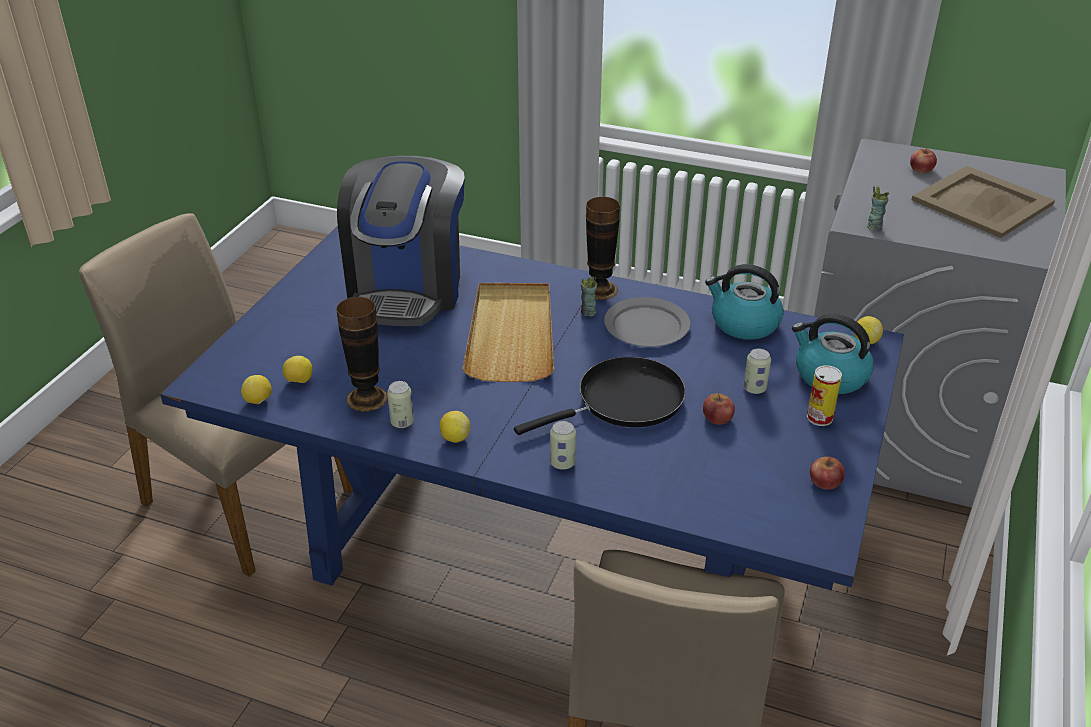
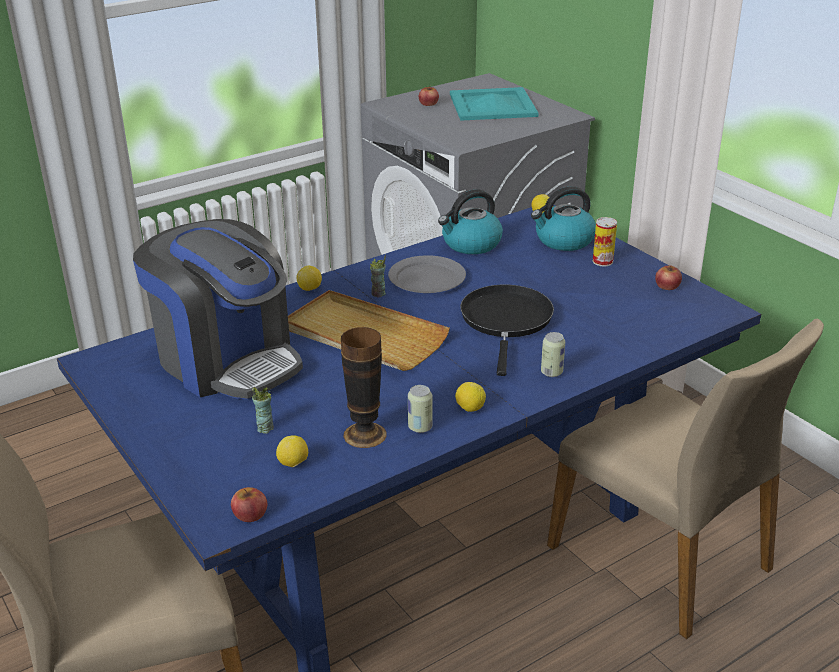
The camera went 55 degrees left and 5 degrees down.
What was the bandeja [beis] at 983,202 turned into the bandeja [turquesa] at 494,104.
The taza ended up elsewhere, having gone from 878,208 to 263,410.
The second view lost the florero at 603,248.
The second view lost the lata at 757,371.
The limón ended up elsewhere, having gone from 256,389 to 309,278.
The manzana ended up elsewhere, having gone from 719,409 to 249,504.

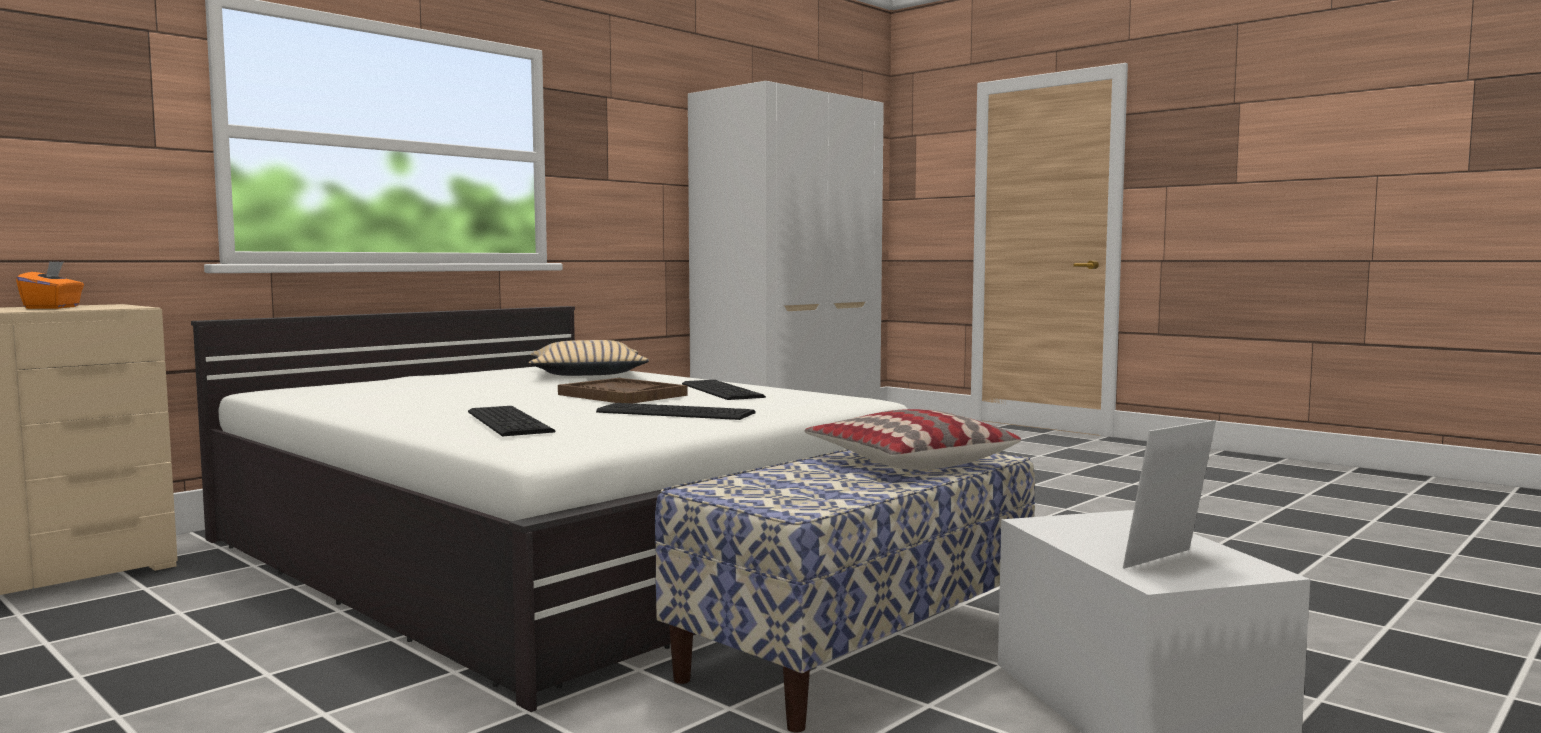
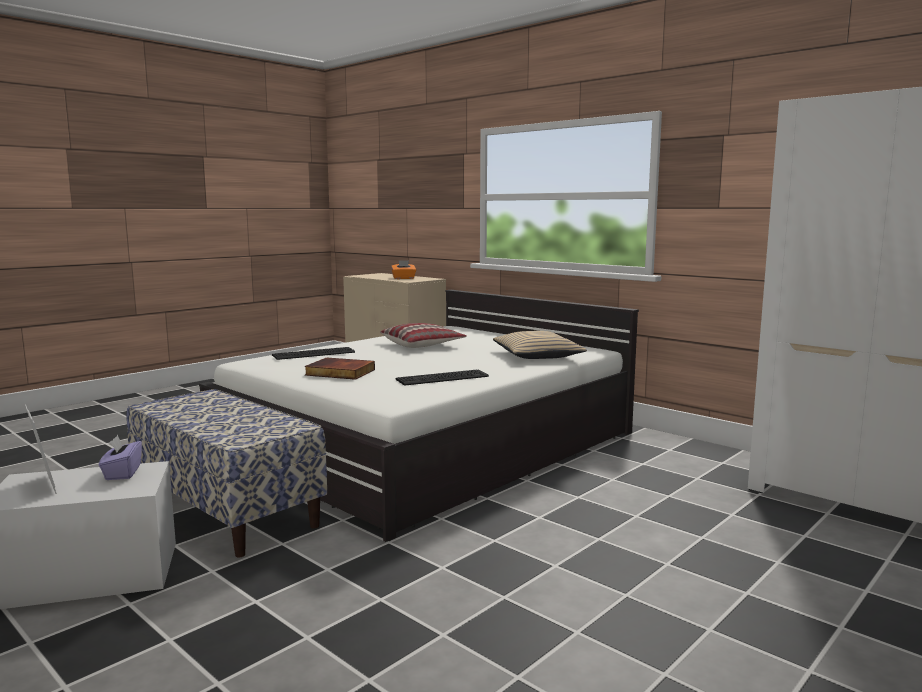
The camera went 90 degrees right and 5 degrees up.
The second view lost the bandeja [marrón] at 623,390.
Where the teclado stood at 675,411, the libro came to stand at 340,368.
The cojín ended up elsewhere, having gone from 912,439 to 423,335.
The second view gained the caja de pañuelos [morado] at 120,457.

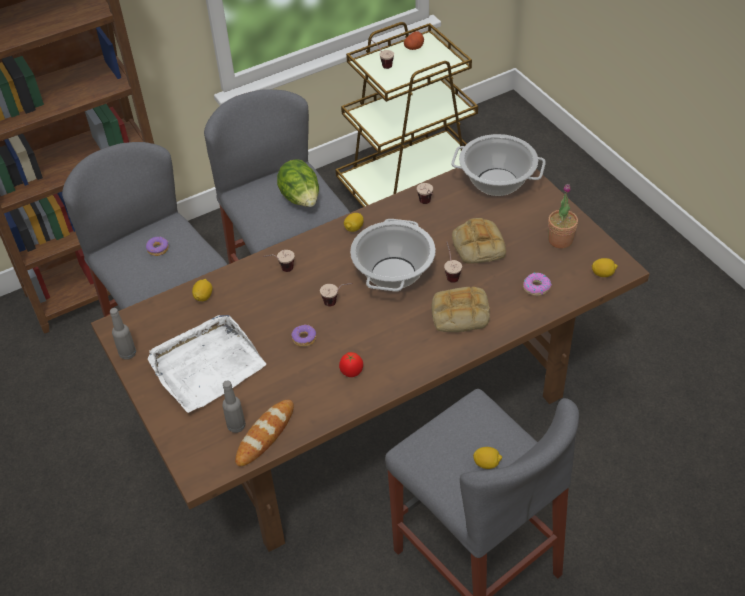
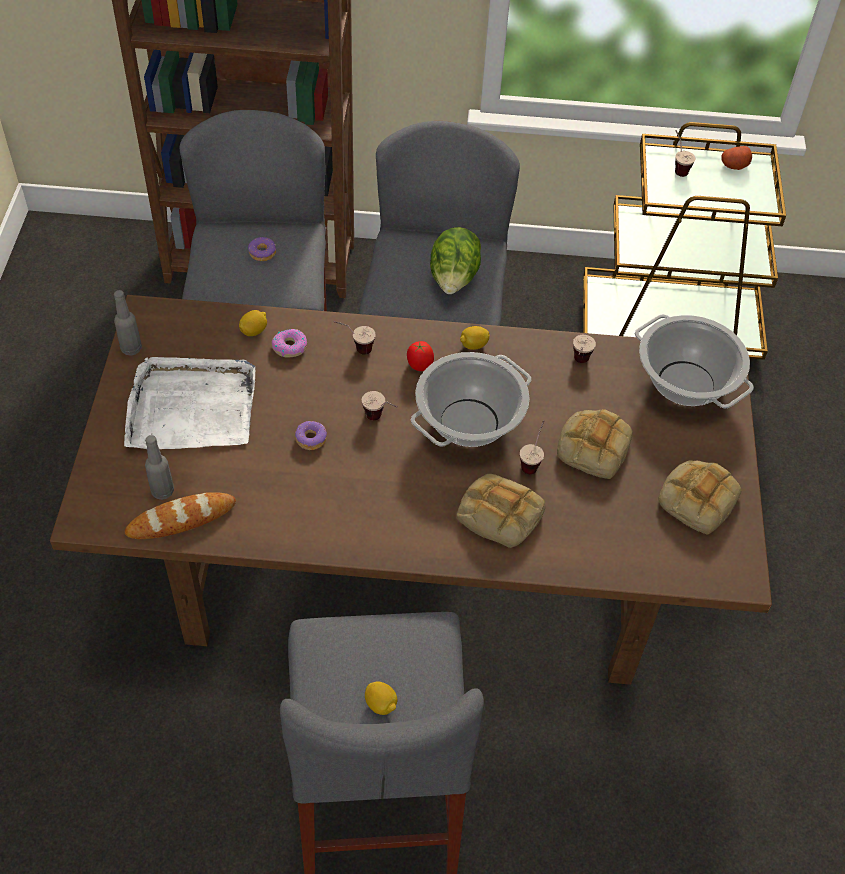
The camera went 30 degrees right and 5 degrees up.
Where the planta en maceta stood at 563,216, the pan came to stand at 700,498.
The second view lost the limón at 605,267.
The rosquilla ended up elsewhere, having gone from 537,284 to 289,343.
The tomate ended up elsewhere, having gone from 351,364 to 420,356.

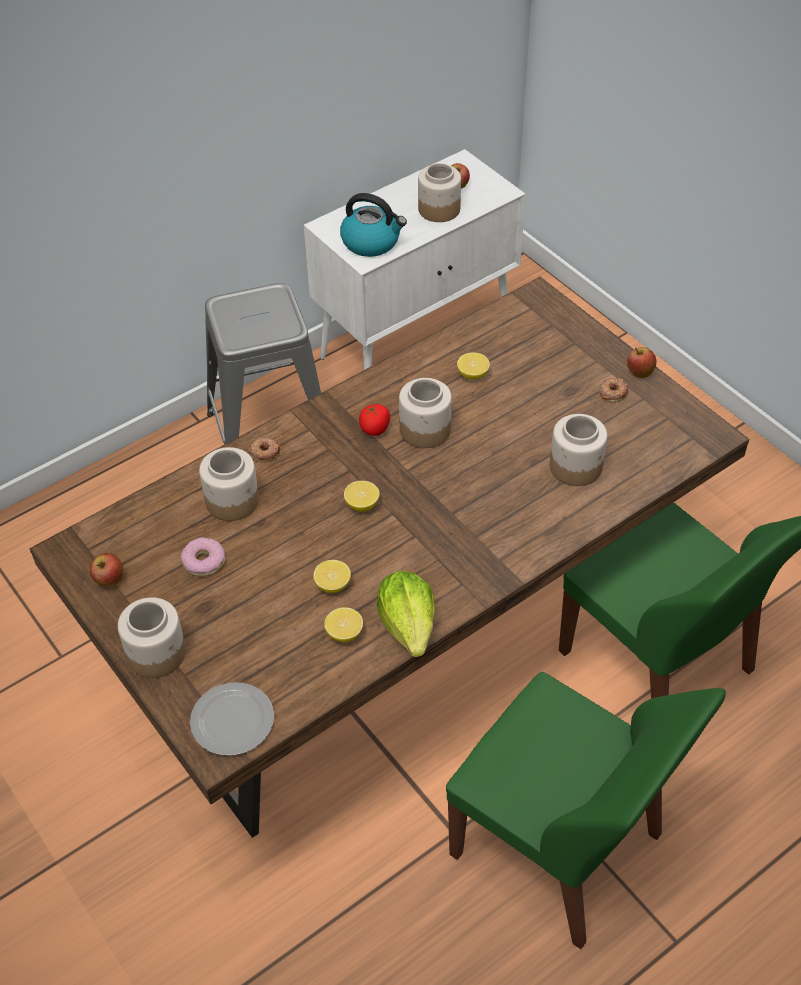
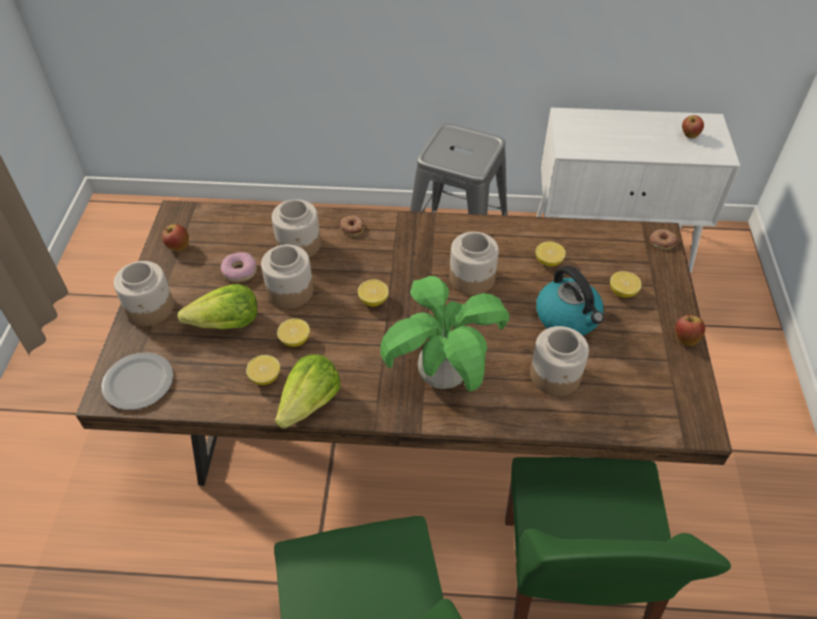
The camera went 40 degrees right and 0 degrees up.
The tarro ended up elsewhere, having gone from 439,192 to 287,277.
The hervidor ended up elsewhere, having gone from 373,225 to 570,300.
The rosquilla ended up elsewhere, having gone from 613,390 to 663,239.
The second view lost the tomate at 374,419.
The second view gained the limón at 626,284.
The second view gained the planta en maceta at 444,333.
The second view gained the lechuga at 217,306.

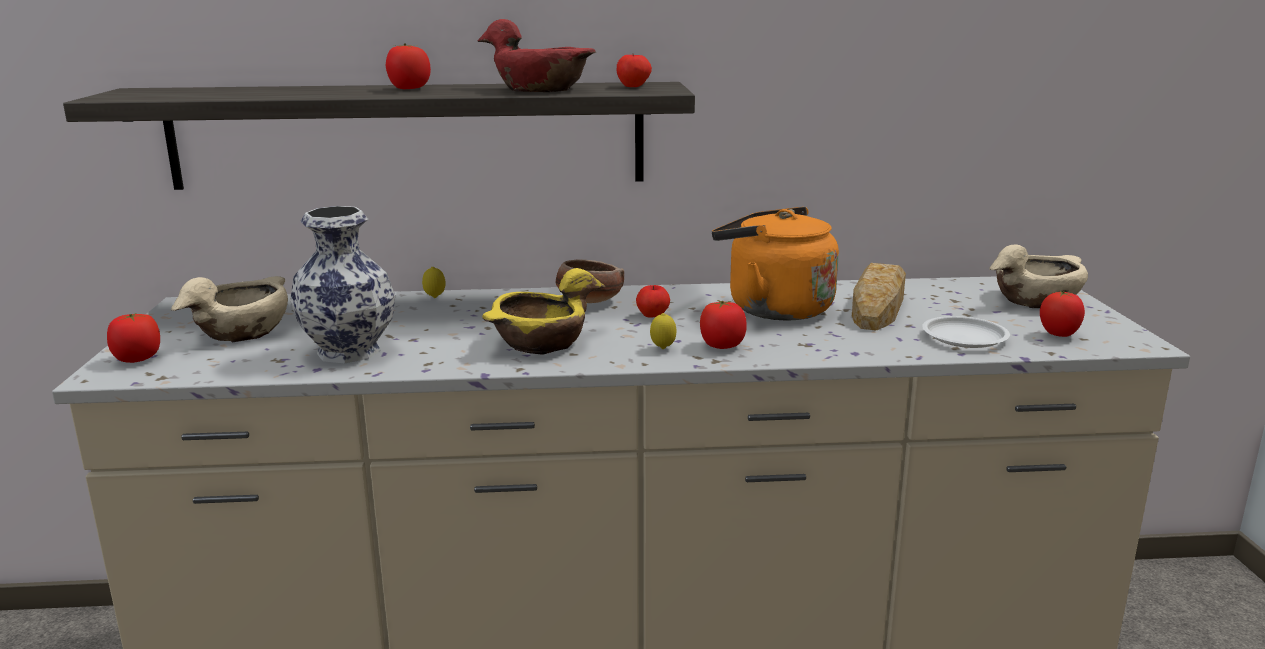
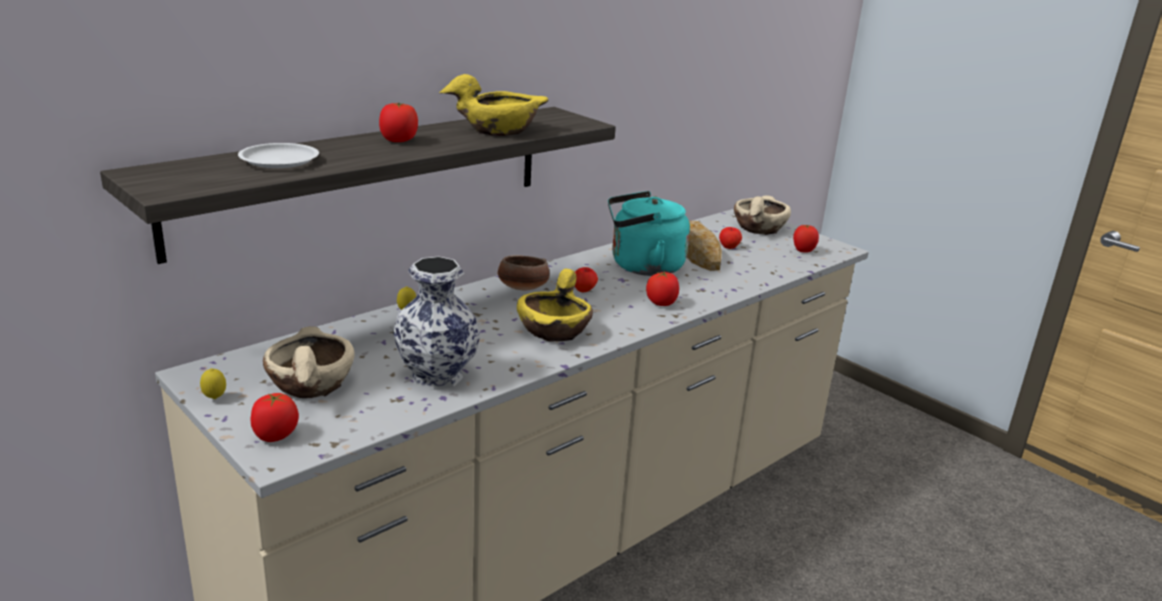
The camera went 40 degrees left and 5 degrees up.
What was the cuenco [rojo] at 536,55 turned into the cuenco [amarillo] at 493,105.
The manzana ended up elsewhere, having gone from 634,71 to 730,238.
What was the hervidor [naranja] at 775,264 turned into the hervidor [turquesa] at 649,233.
The limón ended up elsewhere, having gone from 663,331 to 213,383.
The plato [blanco] ended up elsewhere, having gone from 966,332 to 278,155.

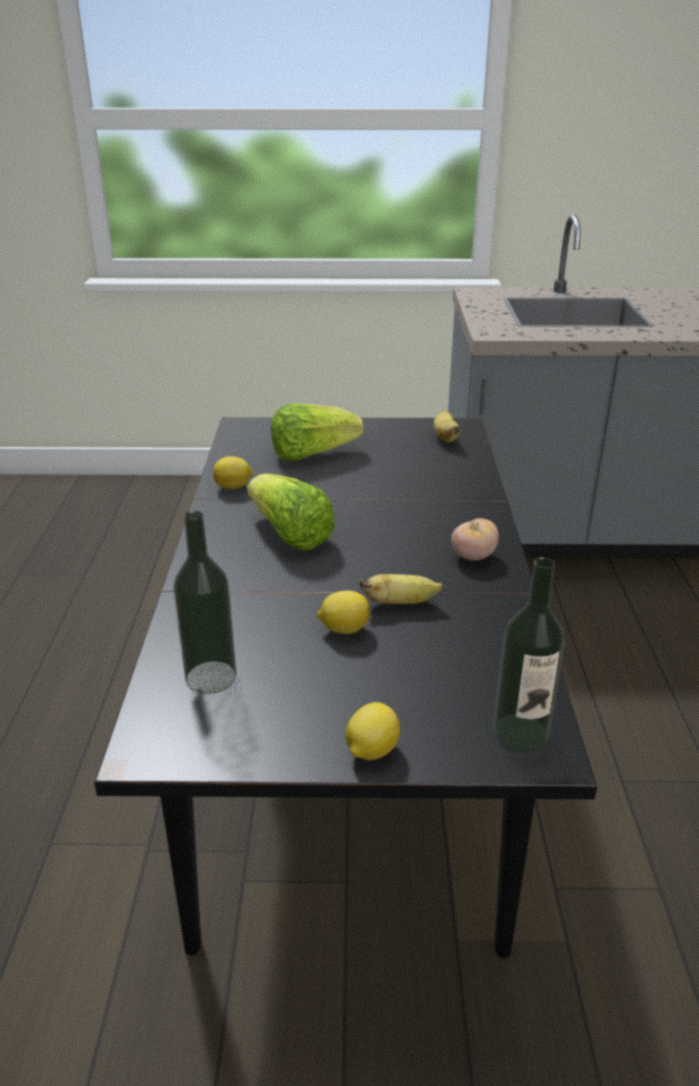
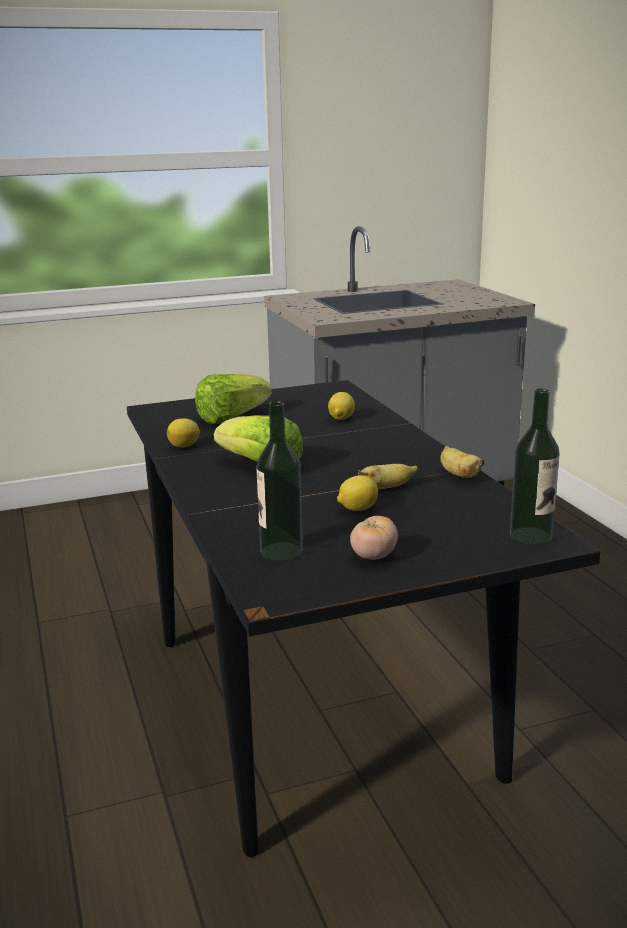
The camera went 20 degrees left and 10 degrees down.
The plátano ended up elsewhere, having gone from 447,426 to 462,462.
The tomate ended up elsewhere, having gone from 475,539 to 374,538.
The limón ended up elsewhere, having gone from 372,731 to 341,406.

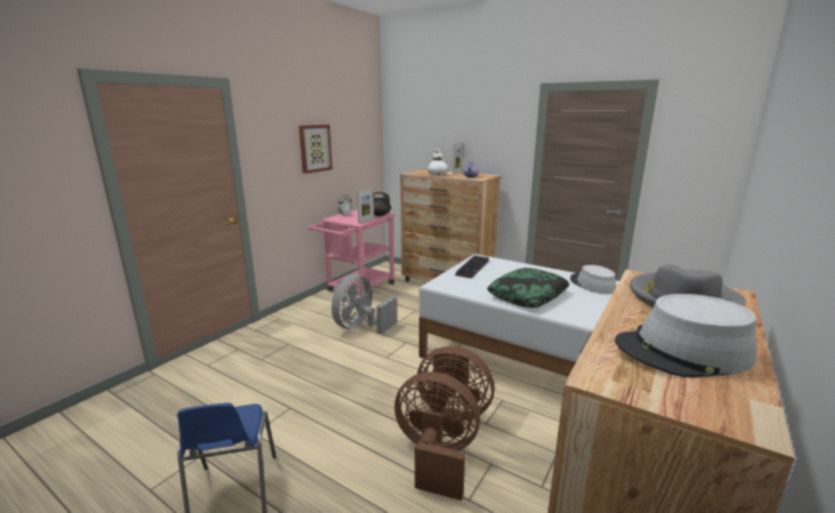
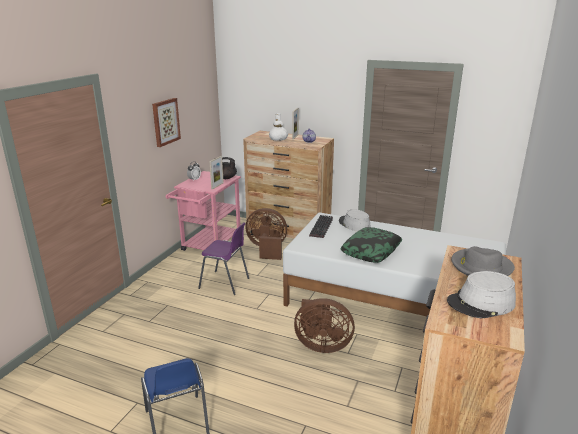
The camera went 10 degrees left and 5 degrees up.
The sombrero [gris] ended up elsewhere, having gone from 593,279 to 355,220.
Where the ventilador [gris] stood at 364,304, the silla [morado] came to stand at 223,258.
The ventilador [marrón] ended up elsewhere, having gone from 437,436 to 266,234.

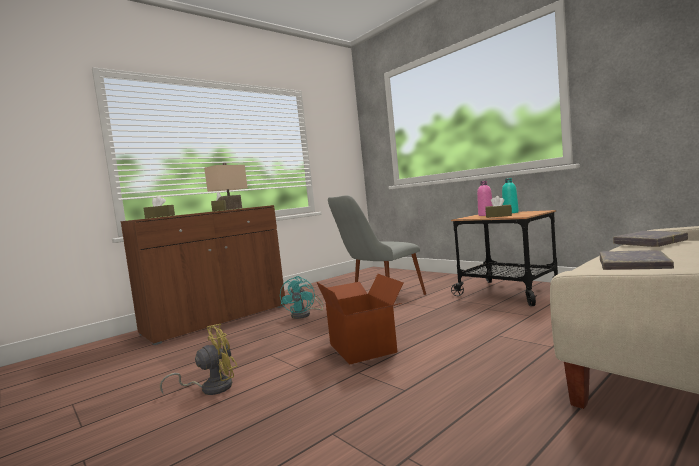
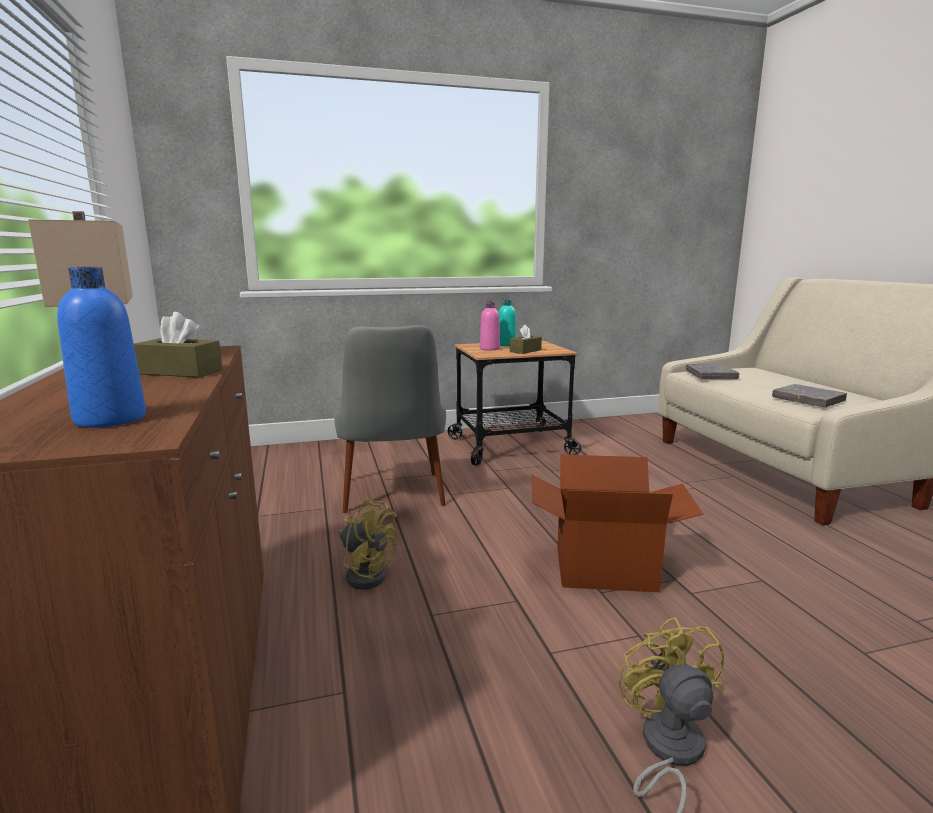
The camera went 65 degrees left and 10 degrees up.
Where the caja de pañuelos [marrón] stood at 159,207, the botella [azul] came to stand at 101,347.
What was the ventilador [turquesa] at 301,297 turned into the ventilador [amarillo] at 367,544.

